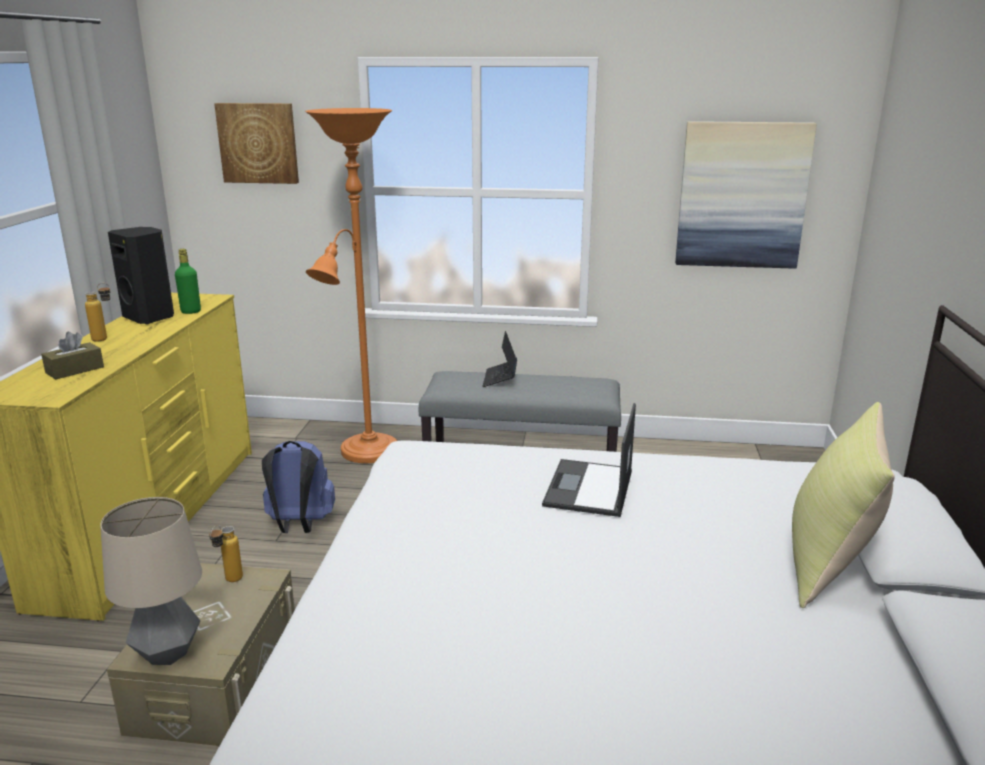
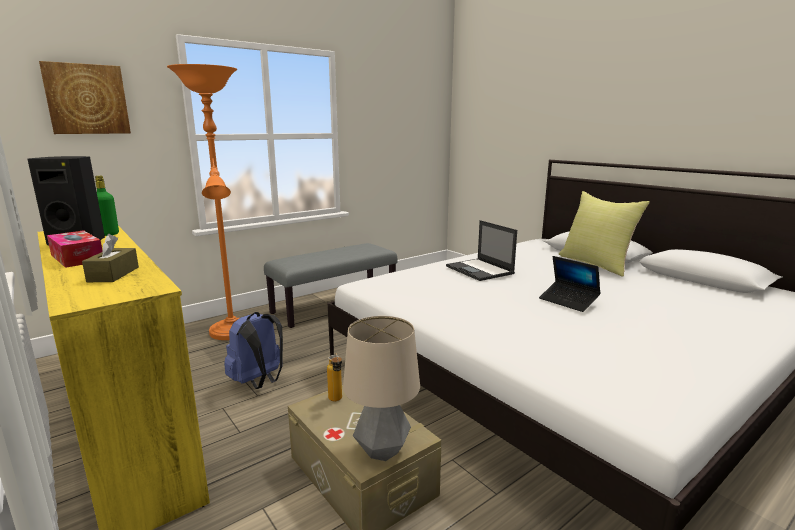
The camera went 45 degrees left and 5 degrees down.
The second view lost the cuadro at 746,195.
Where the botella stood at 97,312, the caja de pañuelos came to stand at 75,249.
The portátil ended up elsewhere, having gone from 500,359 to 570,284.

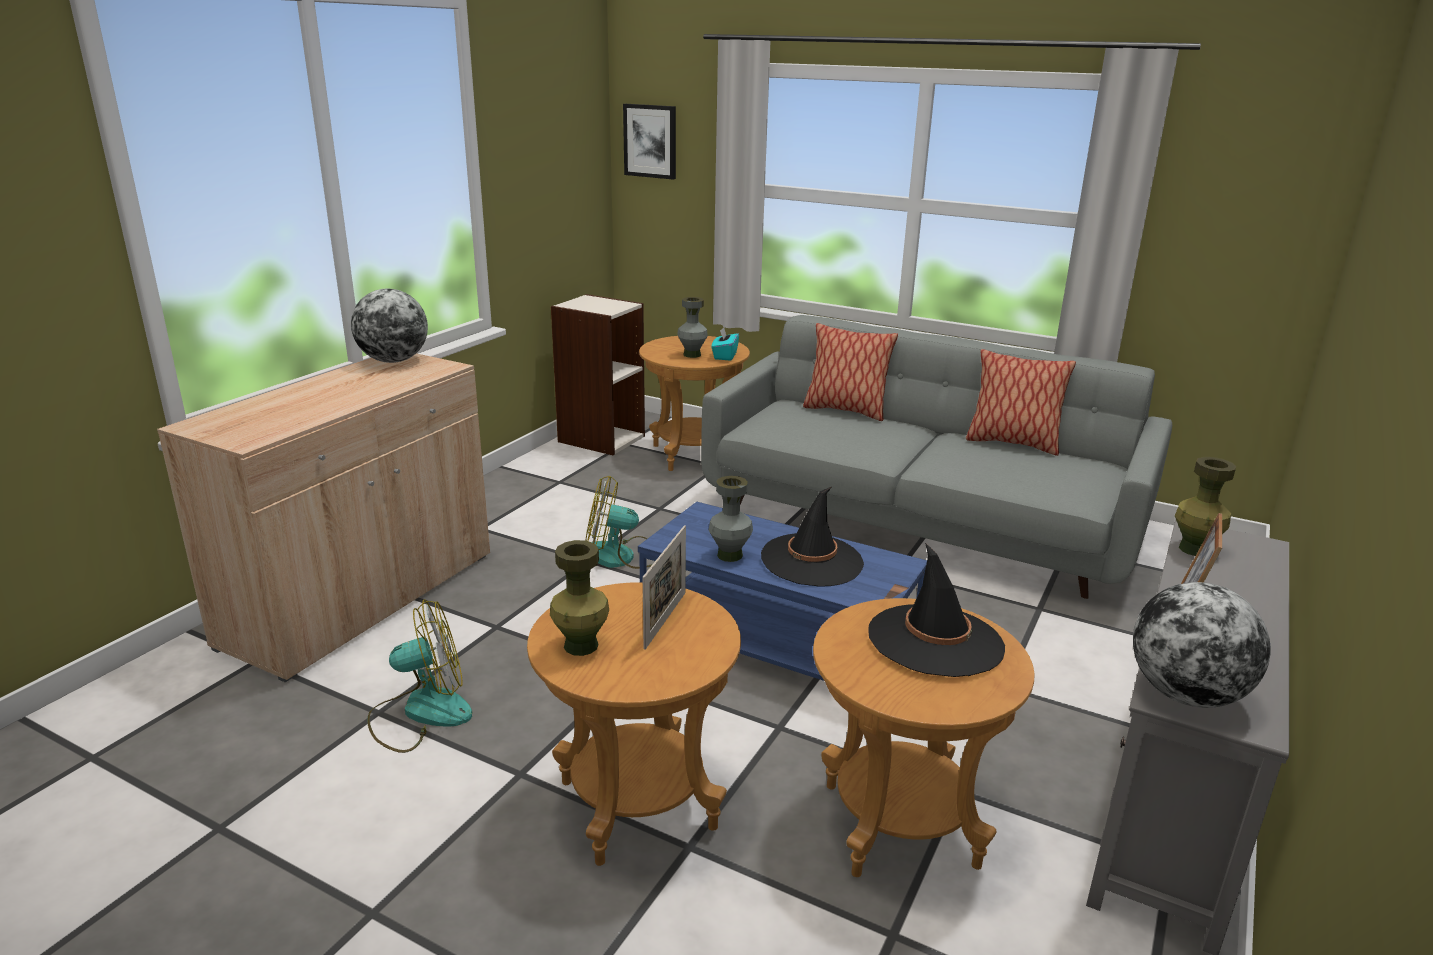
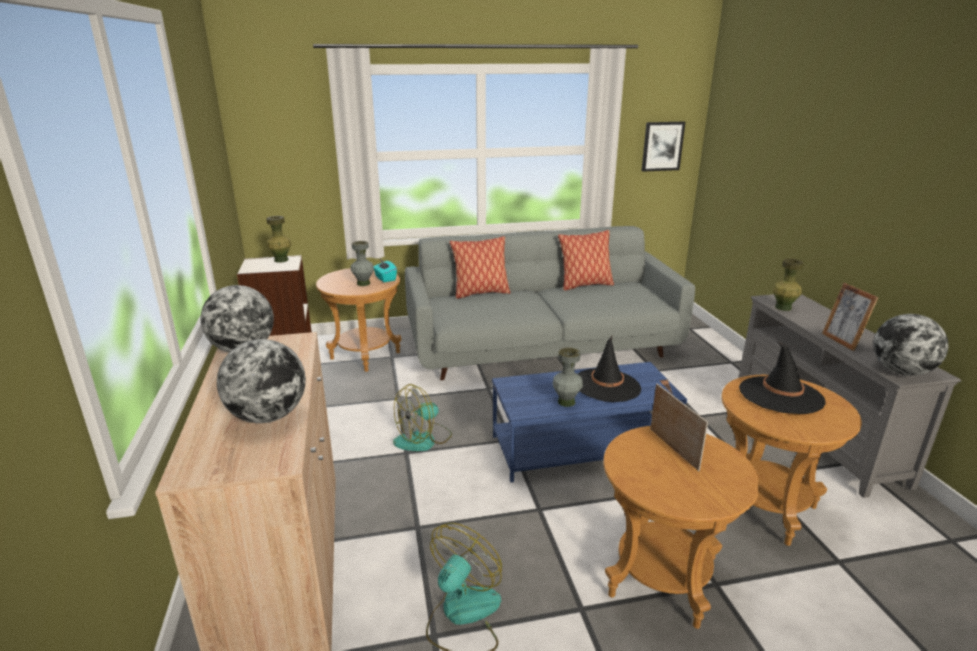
The camera went 40 degrees left and 0 degrees up.
The cuadro ended up elsewhere, having gone from 649,141 to 663,147.
The florero [verde] ended up elsewhere, having gone from 579,598 to 278,239.
The second view gained the globo terráqueo at 261,381.

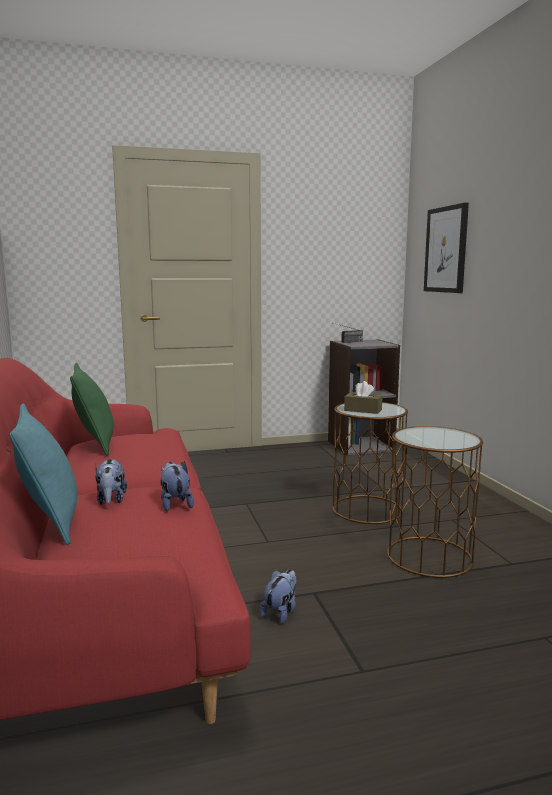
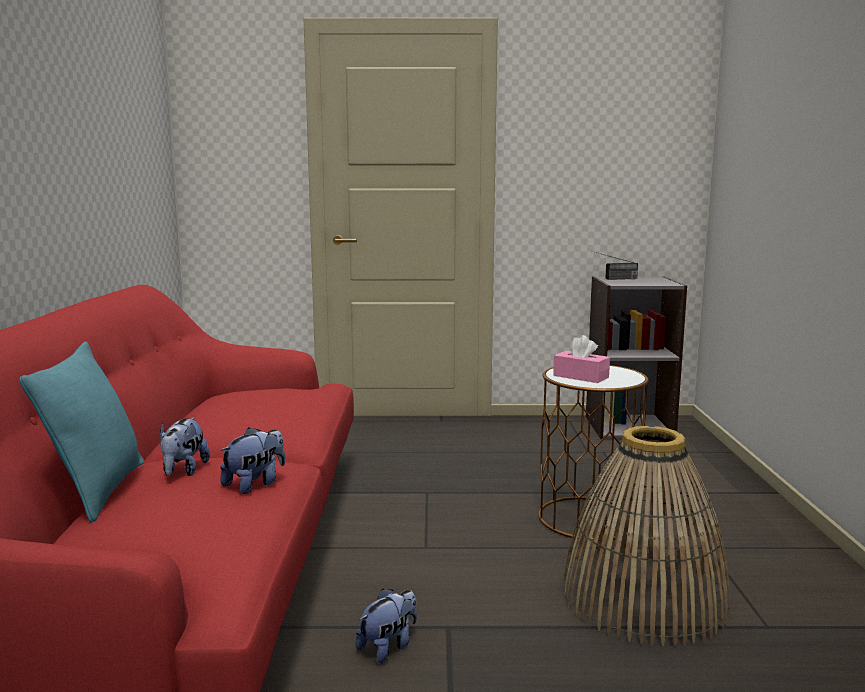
The camera went 15 degrees right and 0 degrees up.
The second view lost the cuadro at 446,248.
The second view lost the cojín [verde] at 92,409.
What was the caja de pañuelos [marrón] at 363,397 turned into the caja de pañuelos [rosa] at 581,359.
Where the mesa auxiliar [marrón] stood at 435,502, the cesta came to stand at 646,536.
The peluche at 177,486 ended up facing another way, 45 degrees clockwise from before.

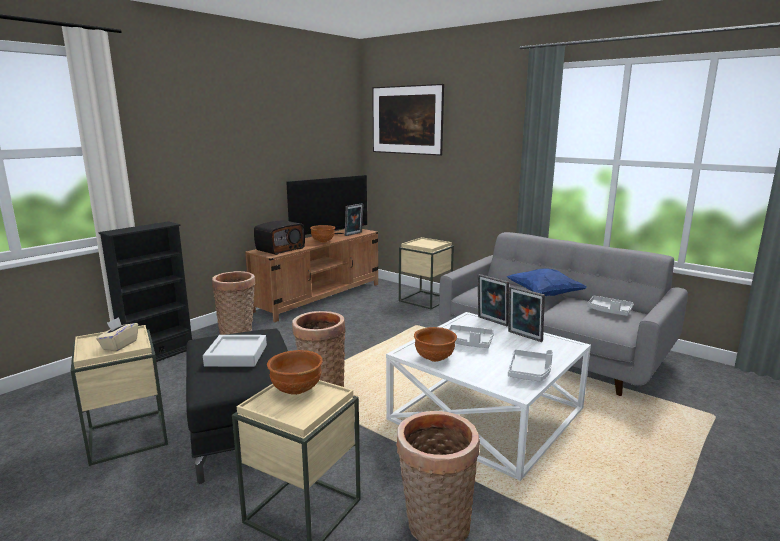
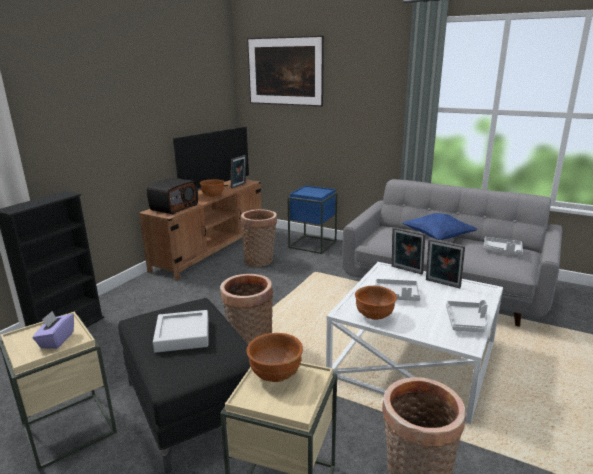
The camera went 10 degrees left and 5 degrees up.
What was the mesa auxiliar [beis] at 426,273 turned into the mesa auxiliar [azul] at 313,219.
The cesta ended up elsewhere, having gone from 233,303 to 258,238.
What was the caja de pañuelos [beis] at 117,334 turned into the caja de pañuelos [morado] at 53,330.

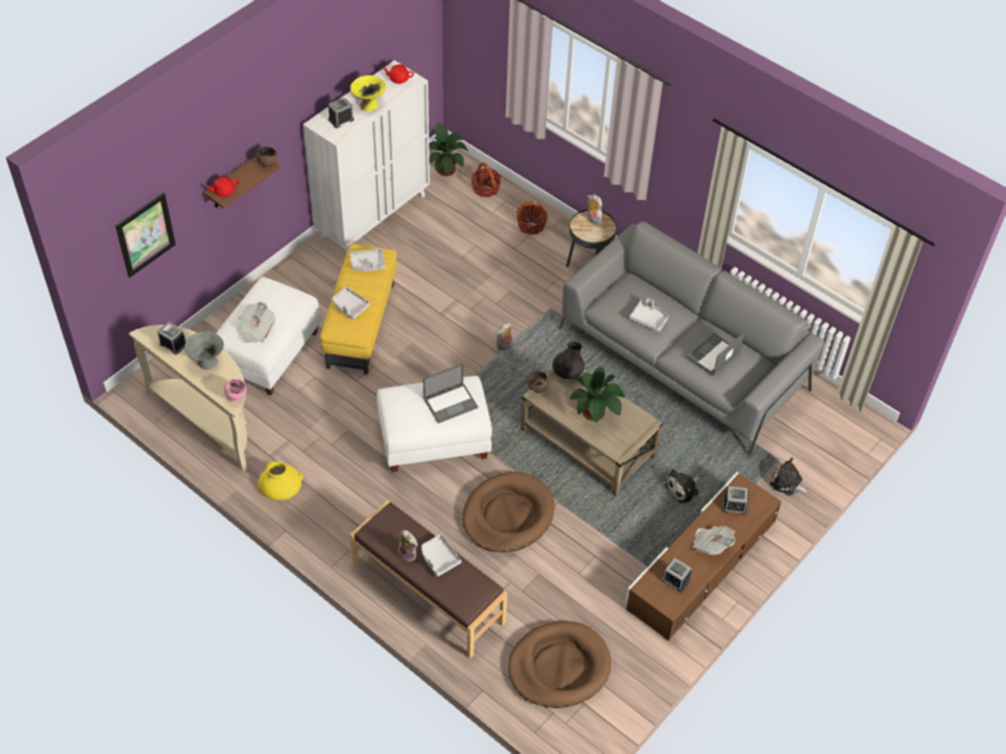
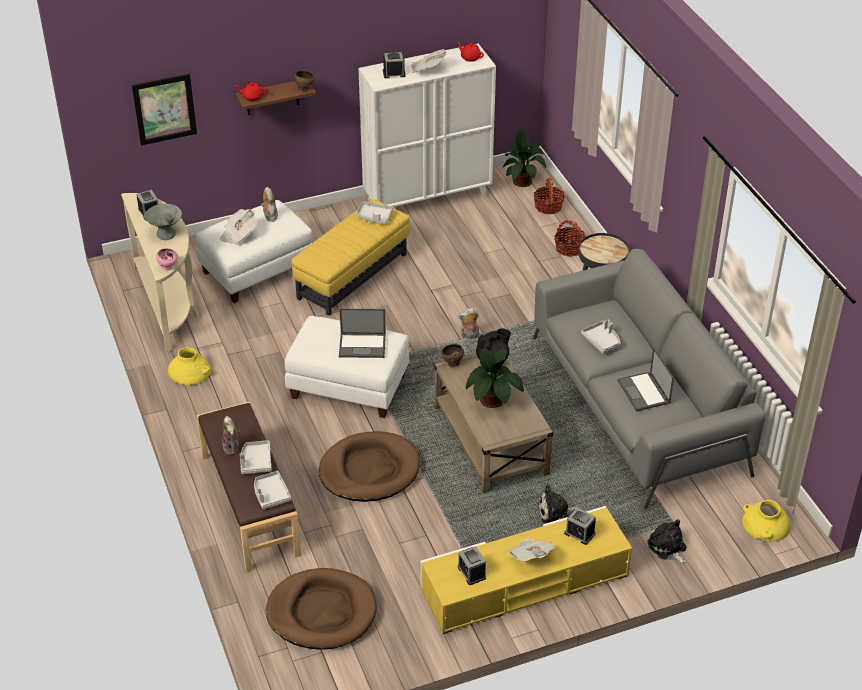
The camera went 30 degrees right and 10 degrees down.
Where the cuenco [amarillo] stood at 368,93, the periódico came to stand at 429,61.
The peluche ended up elsewhere, having gone from 595,210 to 269,204.
The bandeja [gris] ended up elsewhere, having gone from 351,303 to 273,490.
The portátil at 716,354 ended up facing another way, 90 degrees counterclockwise from before.
What was the mueble de televisión [marrón] at 703,556 turned into the mueble de televisión [amarillo] at 526,570.
The second view gained the florero [amarillo] at 766,520.

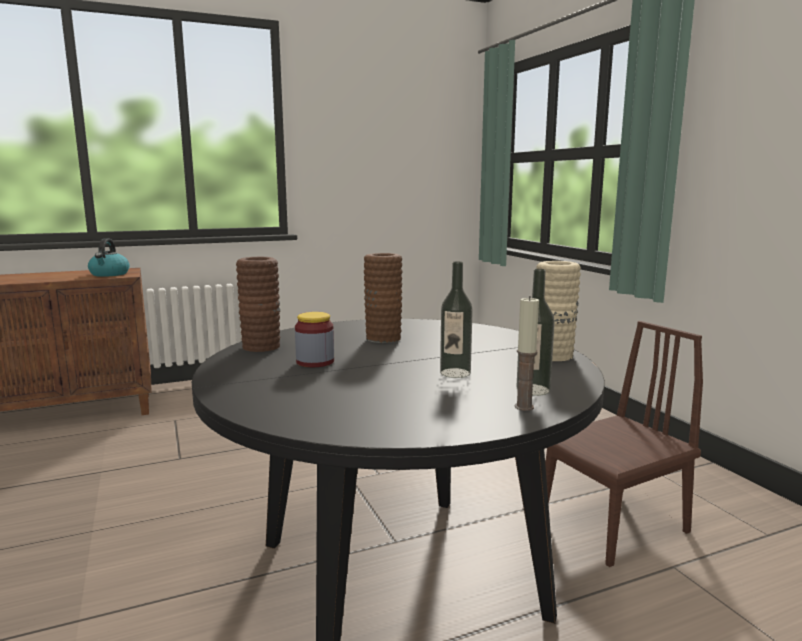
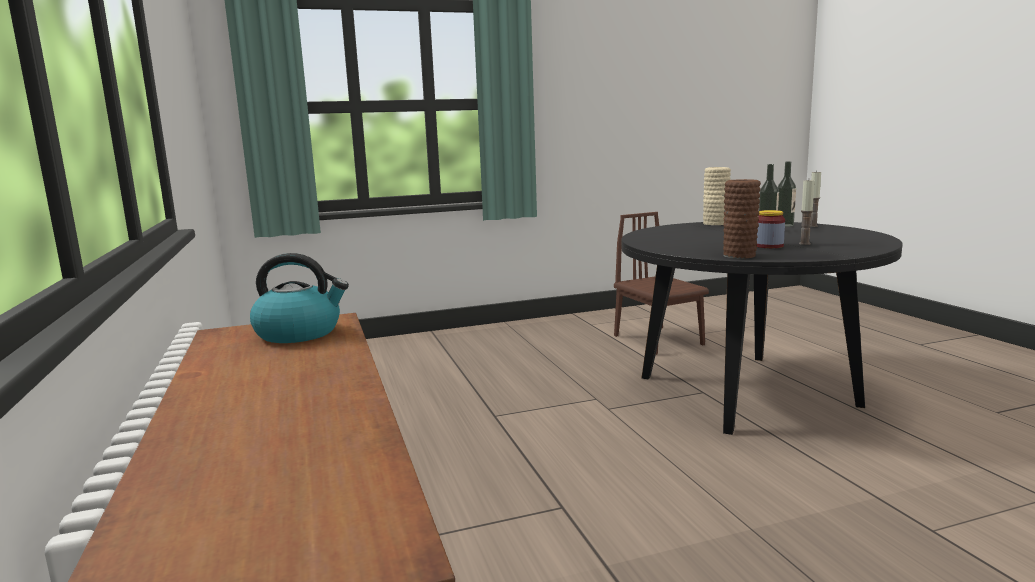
The camera went 85 degrees left and 0 degrees up.
The second view lost the florero [marrón] at 383,298.
The second view gained the vela at 807,212.

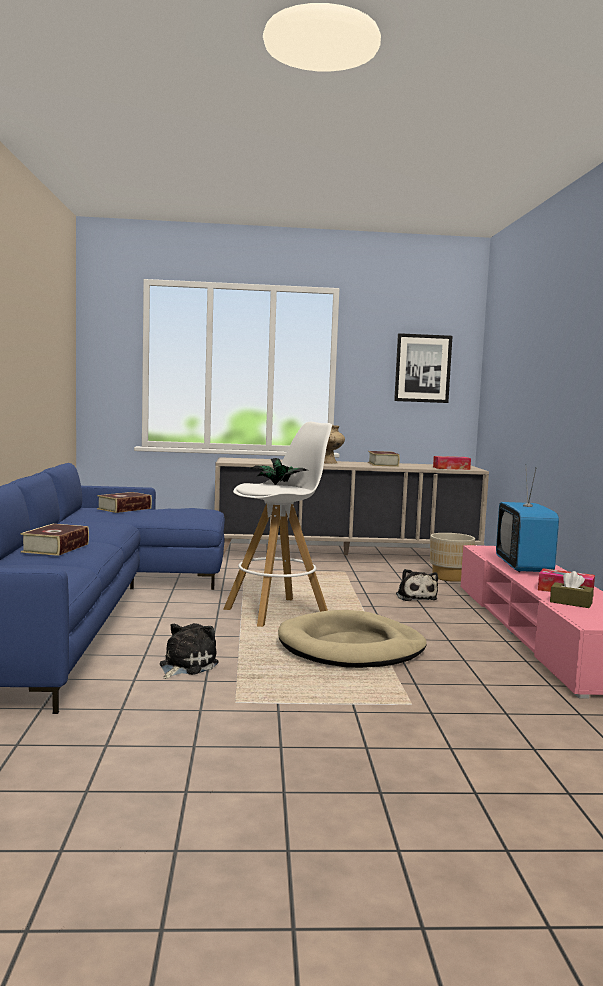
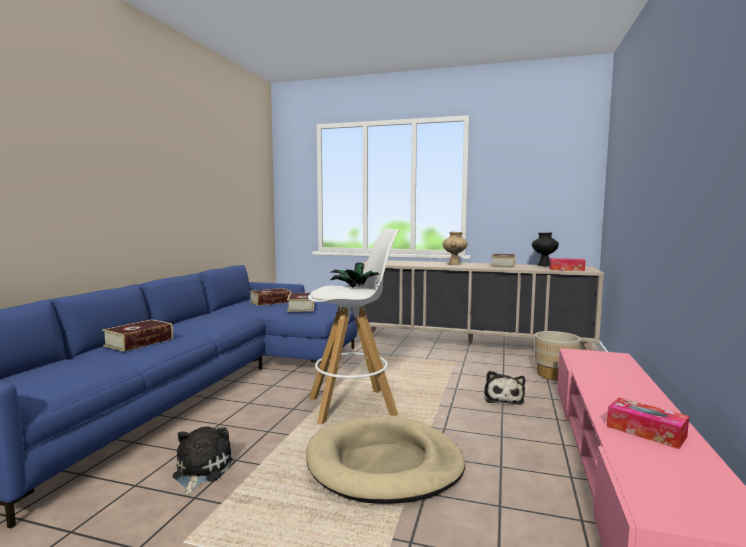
The camera went 20 degrees right and 0 degrees up.
The second view lost the cuadro at 423,368.
The second view lost the televisor at 527,518.
The second view lost the caja de pañuelos [marrón] at 572,589.
The peluche at 189,651 ended up facing another way, 45 degrees counterclockwise from before.
The second view gained the florero [negro] at 545,249.
The second view gained the libro at 300,302.

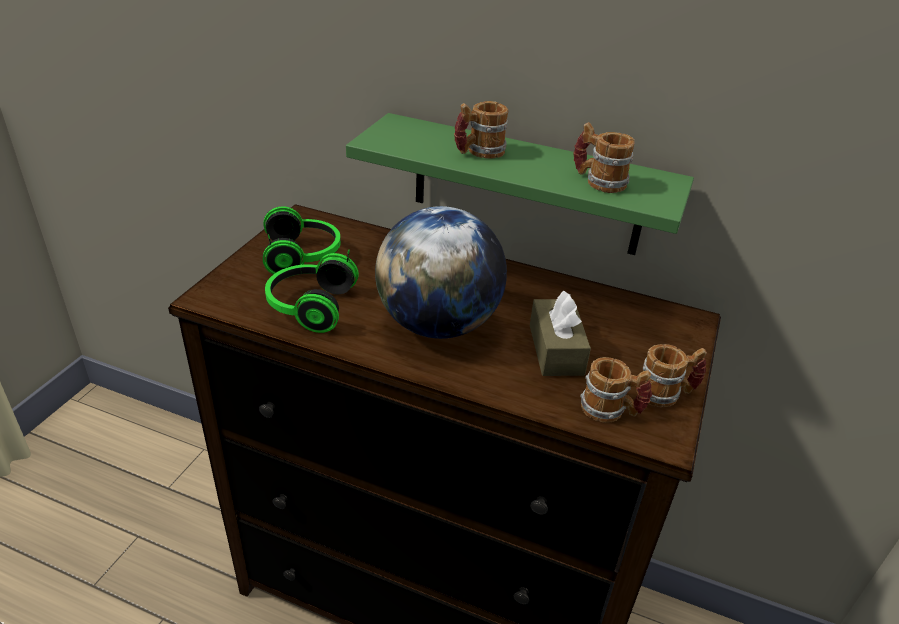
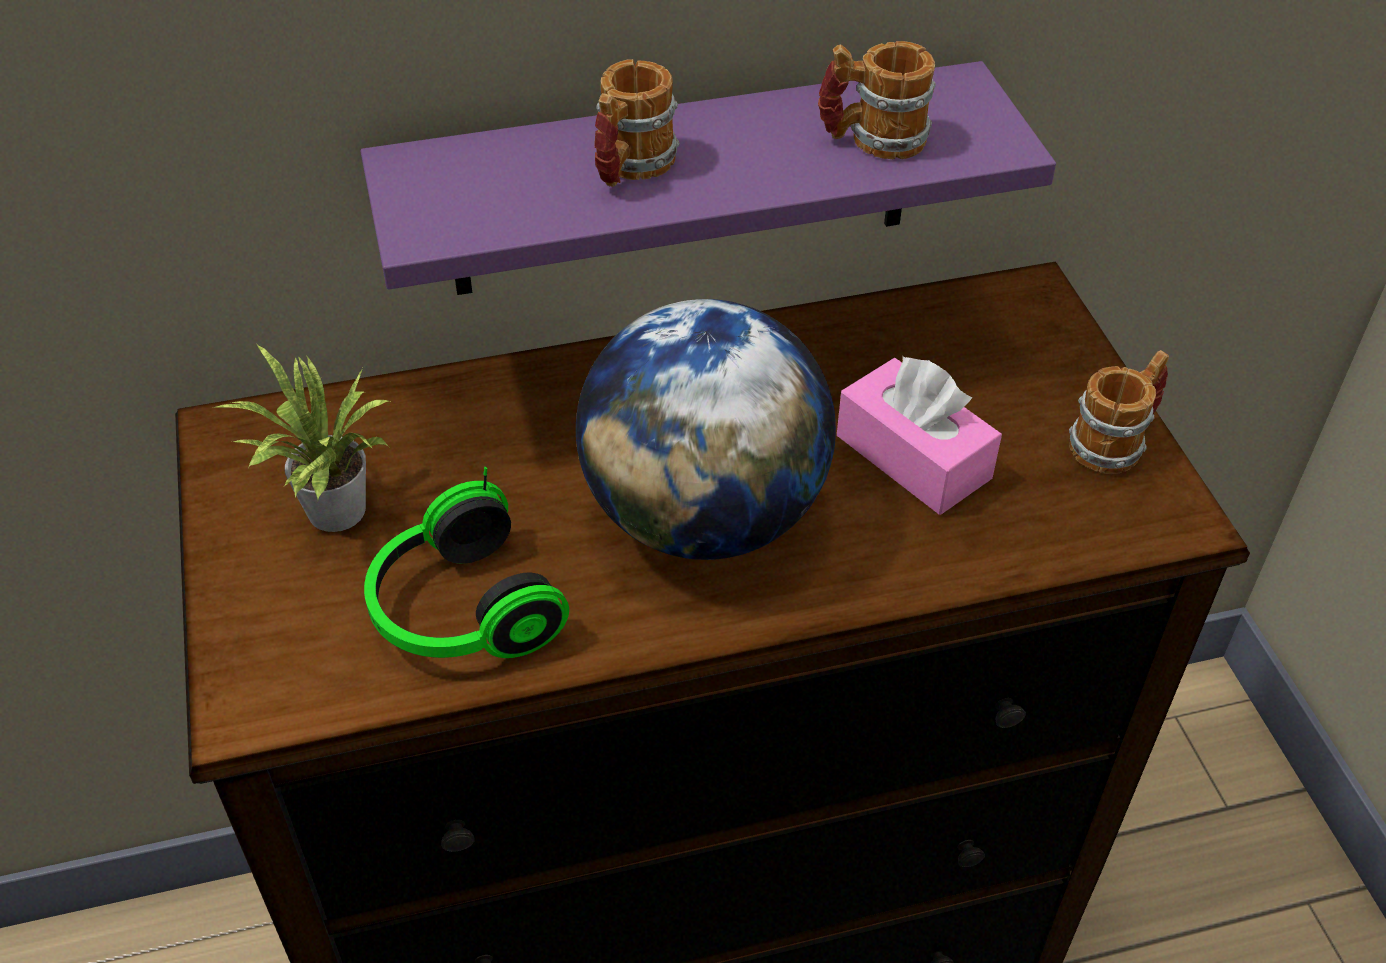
The camera went 35 degrees left and 10 degrees up.
What was the estante [verde] at 520,184 turned into the estante [morado] at 708,178.
Where the auriculares stood at 302,240, the planta en maceta came to stand at 303,437.
What was the caja de pañuelos [marrón] at 560,333 turned into the caja de pañuelos [rosa] at 919,435.
The second view lost the taza grande at 616,390.

